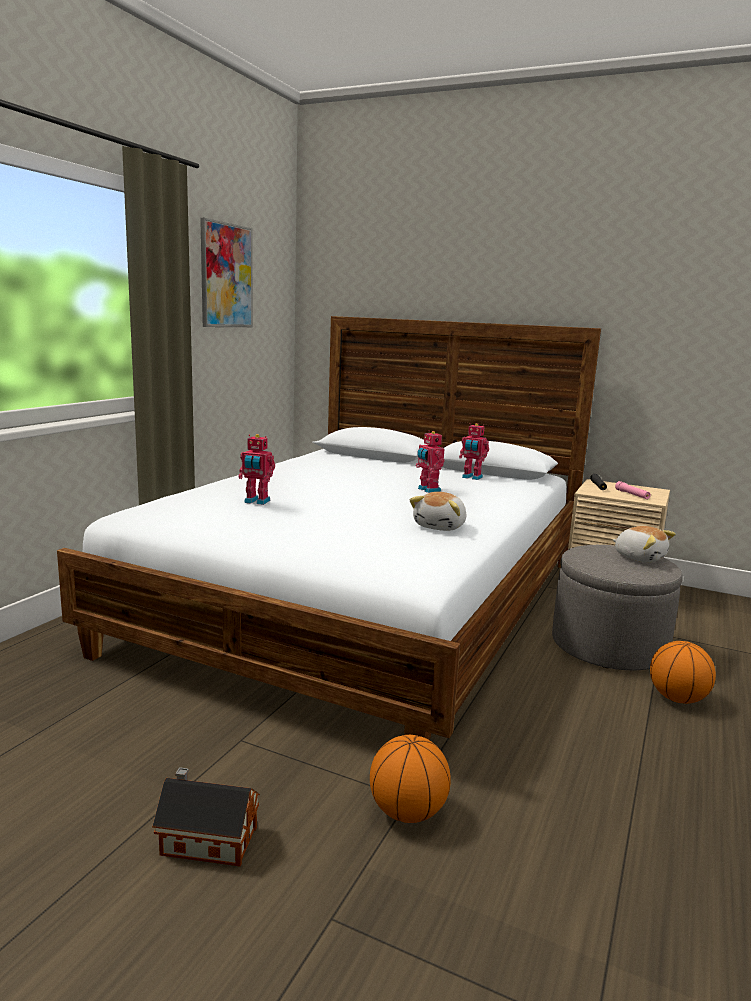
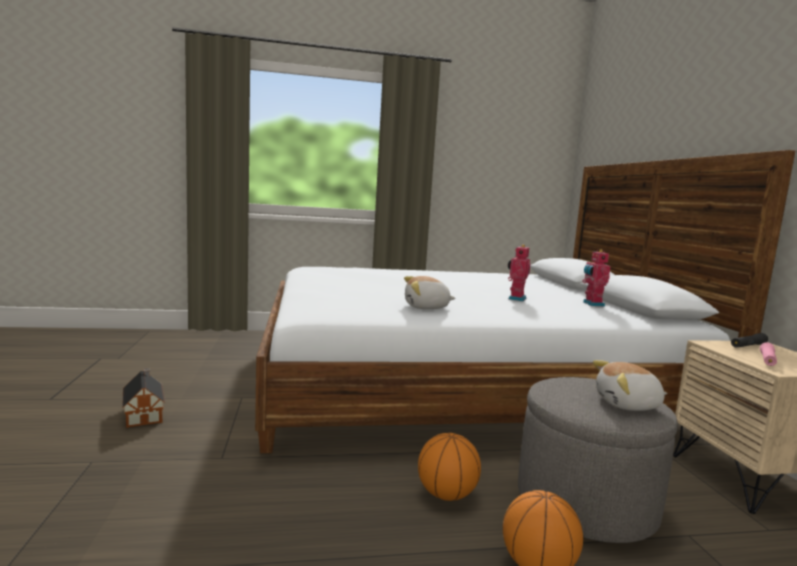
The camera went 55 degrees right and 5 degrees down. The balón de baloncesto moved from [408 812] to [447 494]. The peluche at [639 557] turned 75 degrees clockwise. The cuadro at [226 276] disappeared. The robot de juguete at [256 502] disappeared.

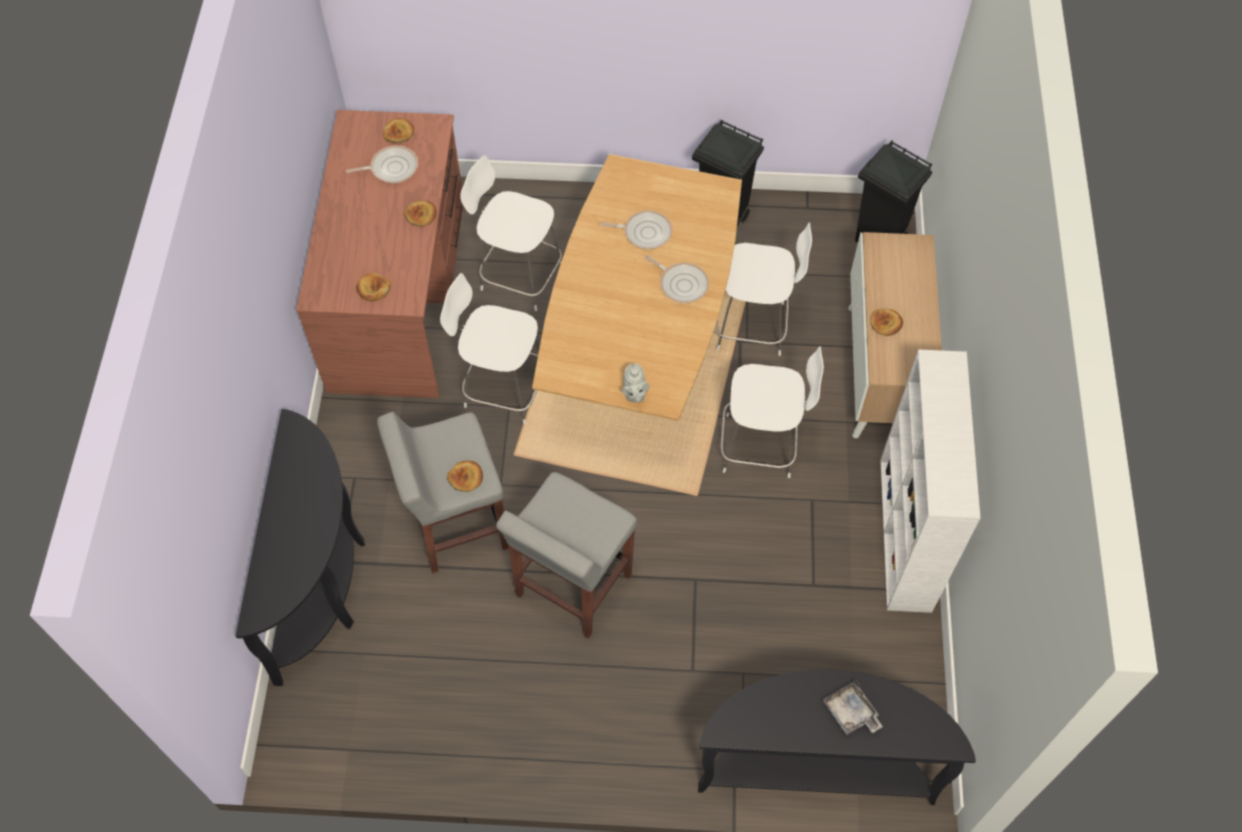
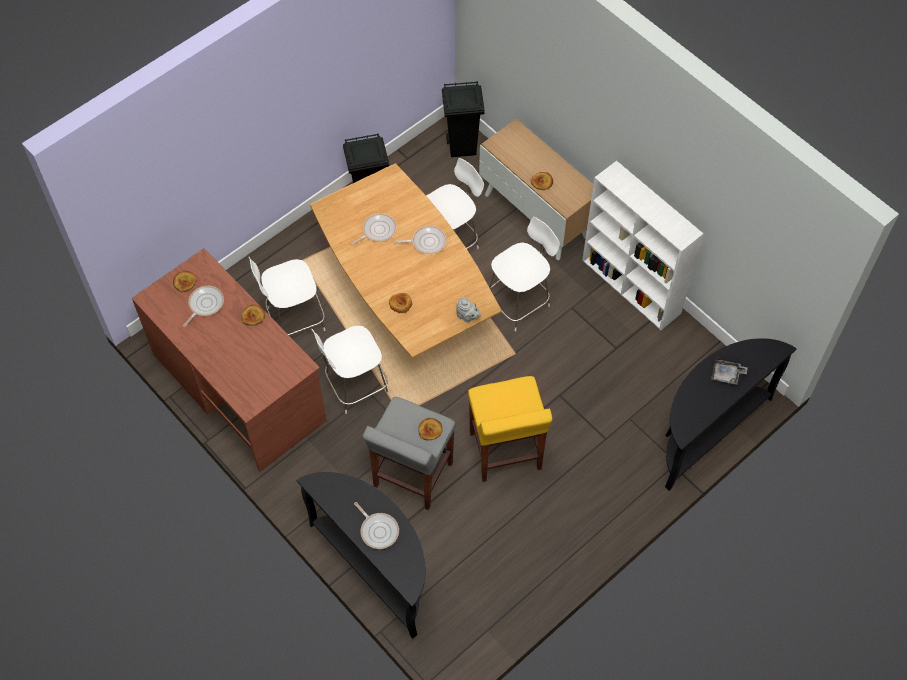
The camera went 45 degrees left and 0 degrees up. The sartén at [378 530] appeared. The pan moved from [373 289] to [400 304]. The taburete [gris] at [572 586] became the taburete [amarillo] at [505 452].

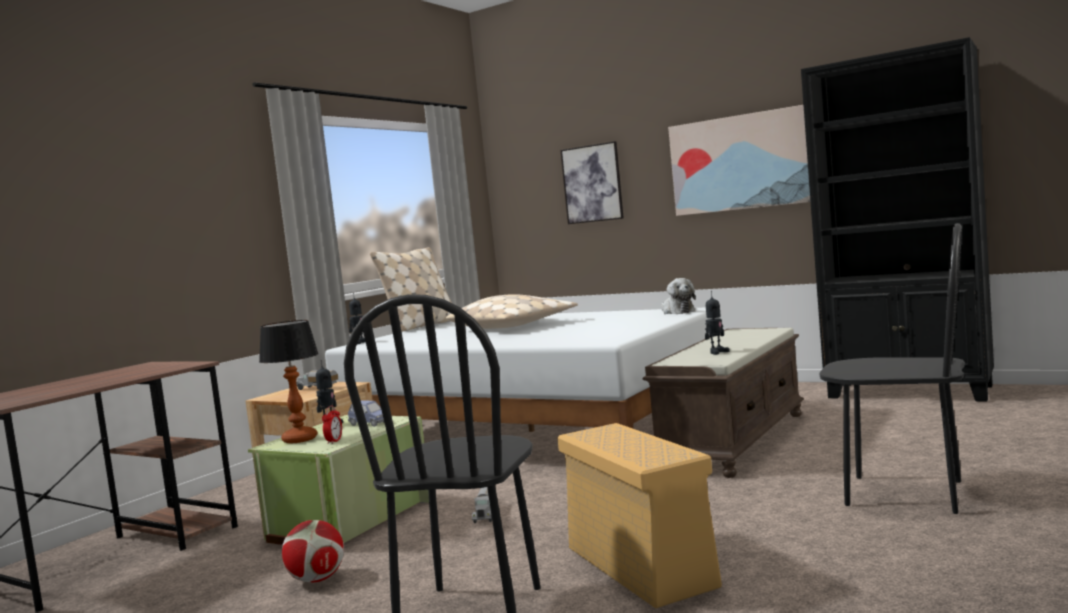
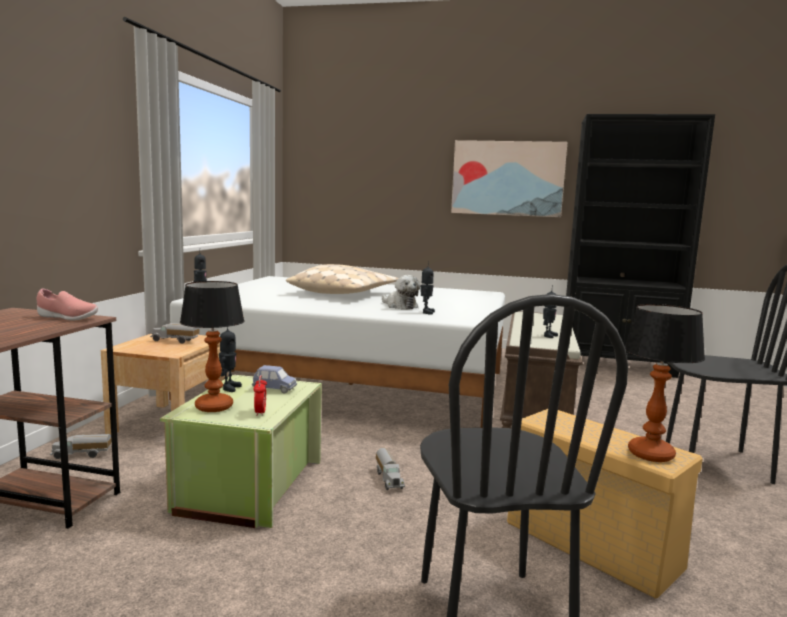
The camera went 20 degrees left and 5 degrees up. The zapato [rosa] at [67 318] appeared. The camión de juguete at [81 455] appeared. The peluche moved from [677 312] to [399 306]. The robot de juguete at [426 312] appeared. The lámpara de mesa at [650 454] appeared. The balón de fútbol at [317 579] disappeared. The cojín [beis] at [421 326] disappeared. The cuadro at [592 183] disappeared.

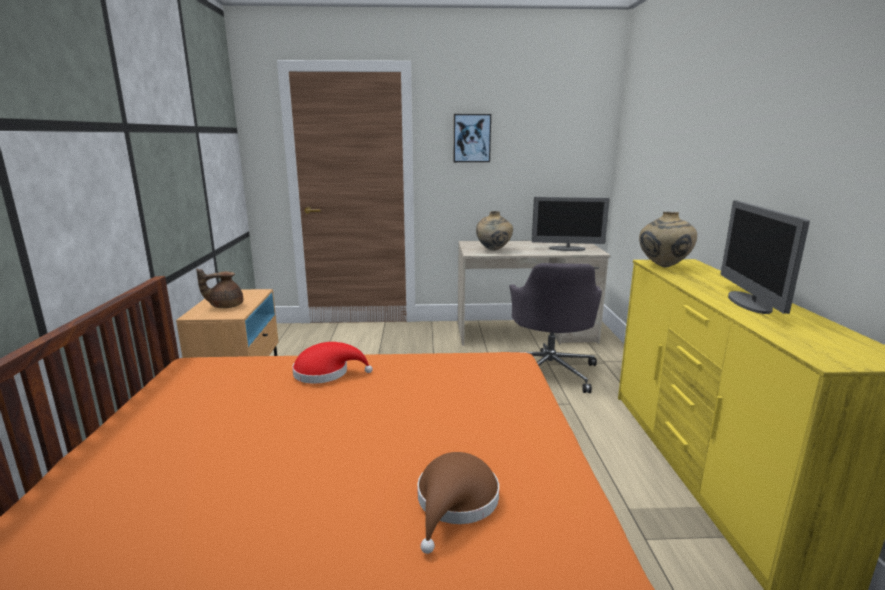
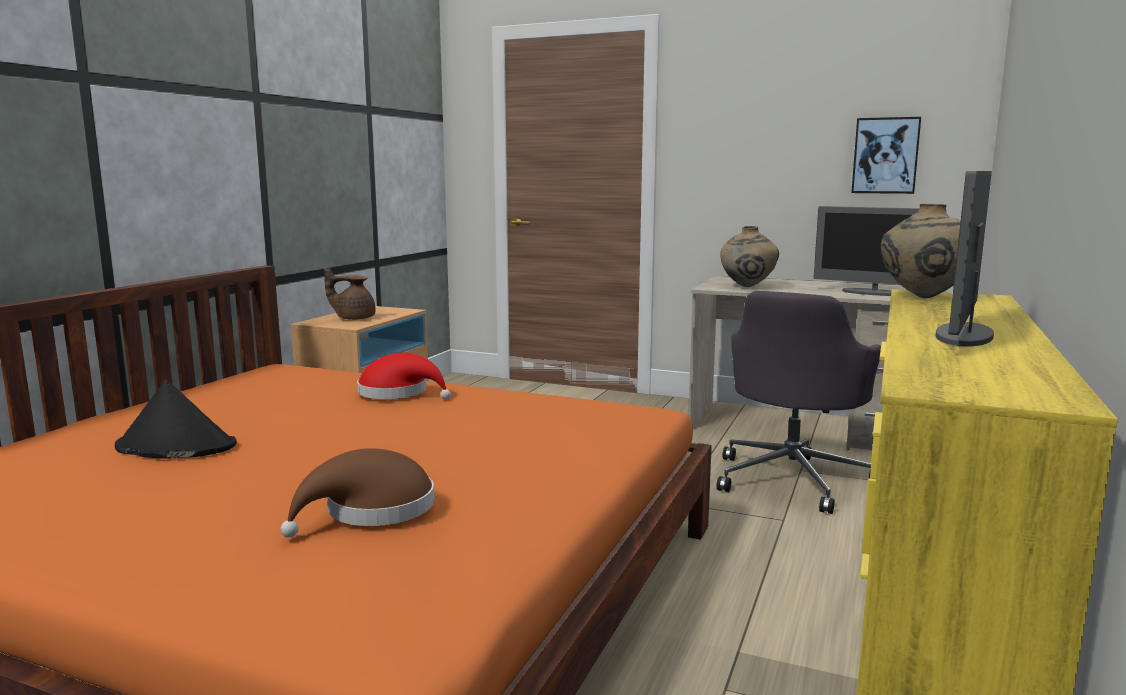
The camera went 25 degrees right and 5 degrees down. The sombrero [negro] at [175 446] appeared. The cuadro moved from [471 138] to [885 155].

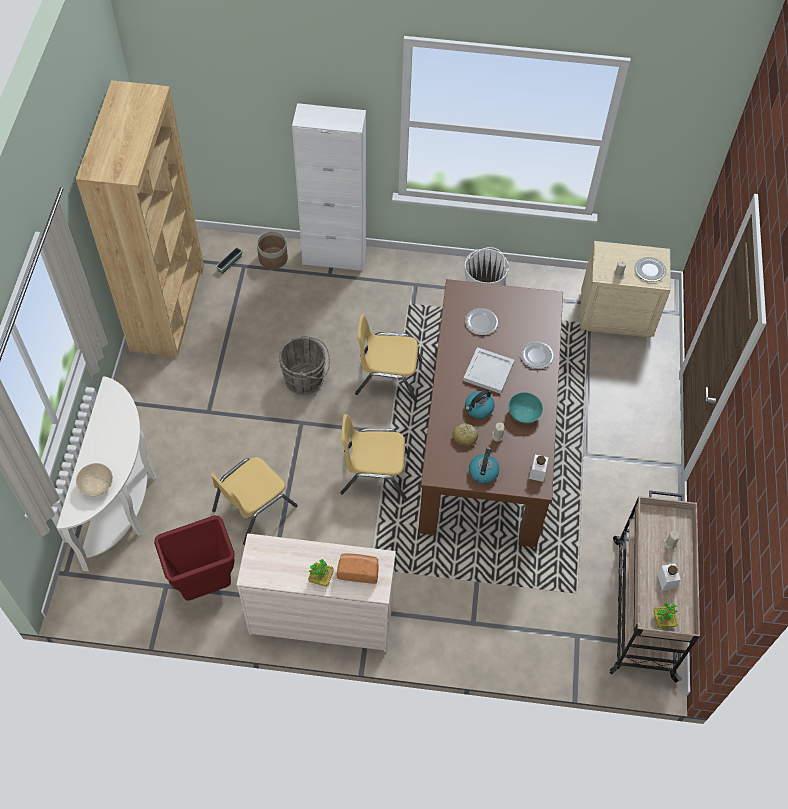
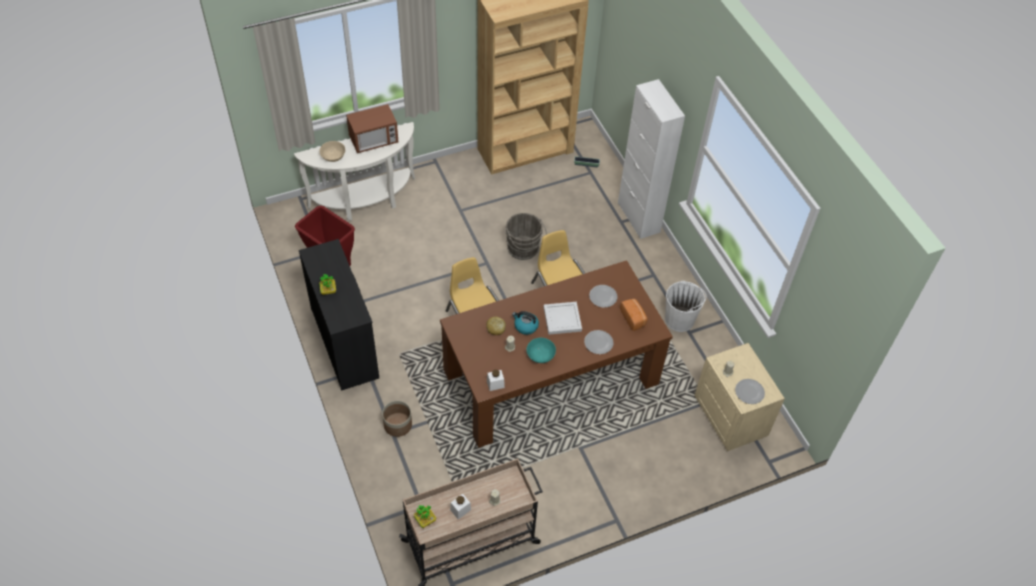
The camera went 60 degrees right and 5 degrees down. The cómoda [beis] at [321 618] became the cómoda [negro] at [345 343]. The microondas at [374 140] appeared. The maceta moved from [273 258] to [398 425]. The pan moved from [358 571] to [633 318]. The silla [amarillo] at [253 508] disappeared. The hervidor at [483 471] disappeared.

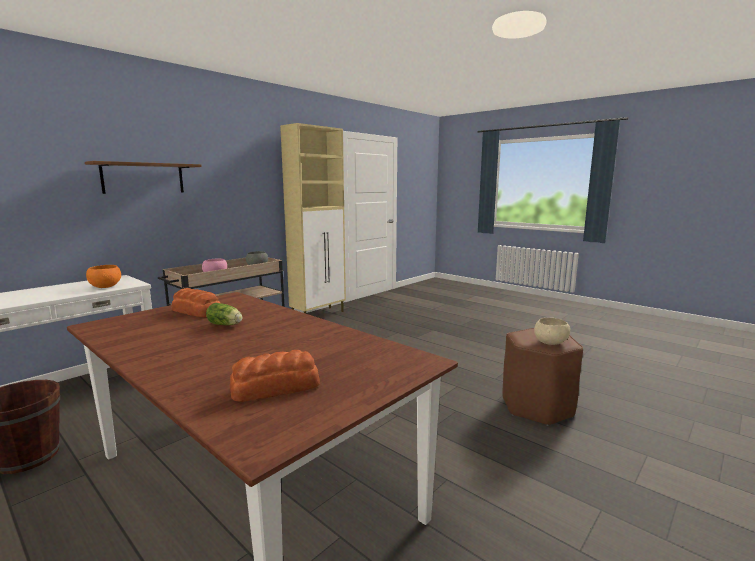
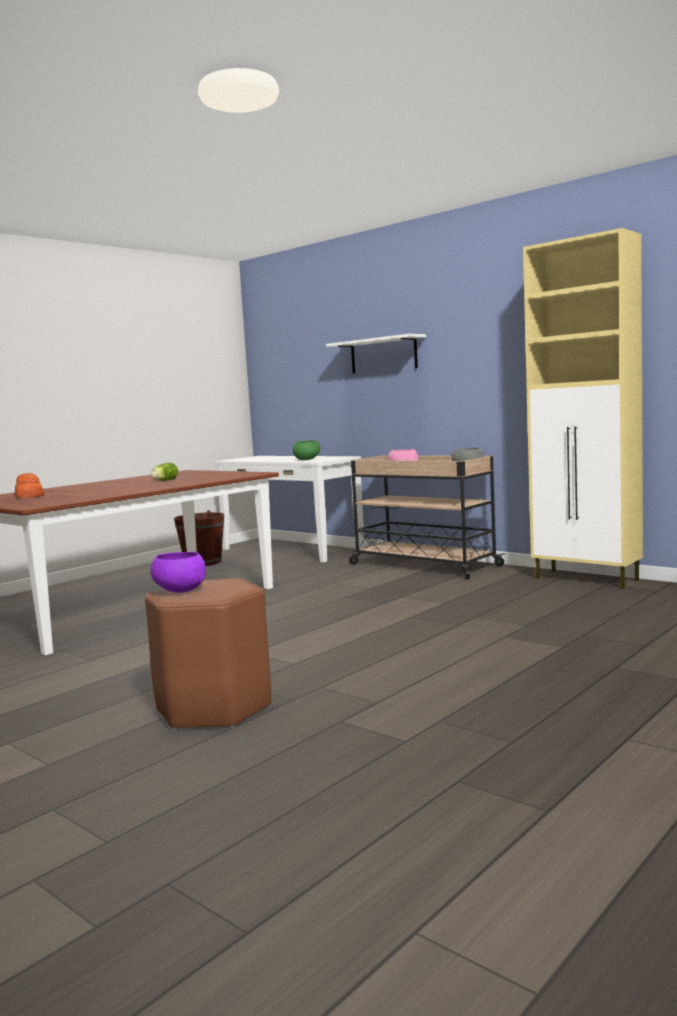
The camera went 90 degrees right and 5 degrees down. The cuenco [beis] at [551 343] became the cuenco [morado] at [179 591]. The cuenco [naranja] at [106 286] became the cuenco [verde] at [307 460]. The estante [marrón] at [143 178] became the estante [blanco] at [383 355]. The pan at [197 311] disappeared.

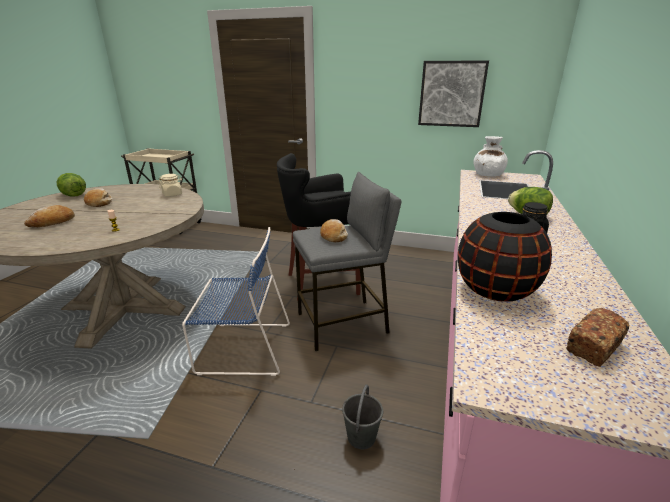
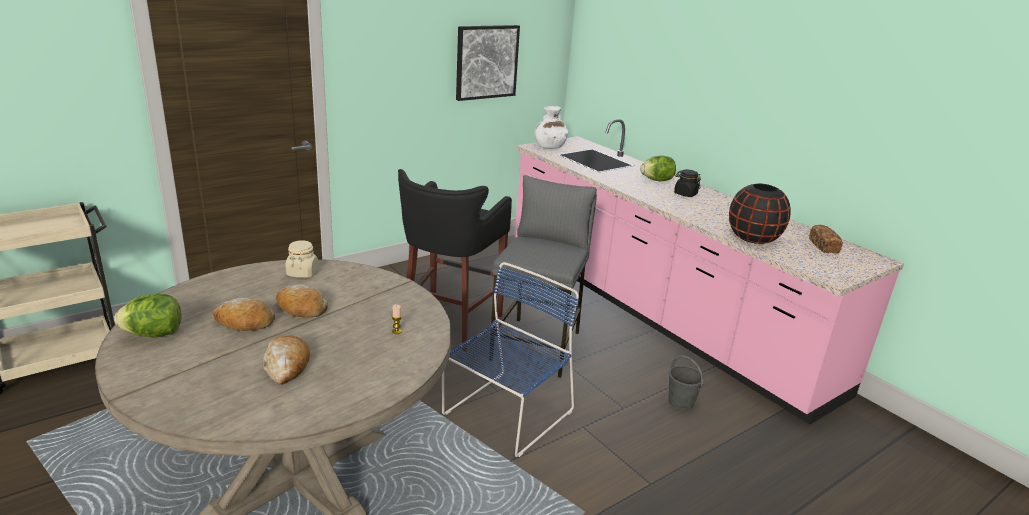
The camera went 55 degrees left and 0 degrees up. The pan moved from [333 236] to [301 308].

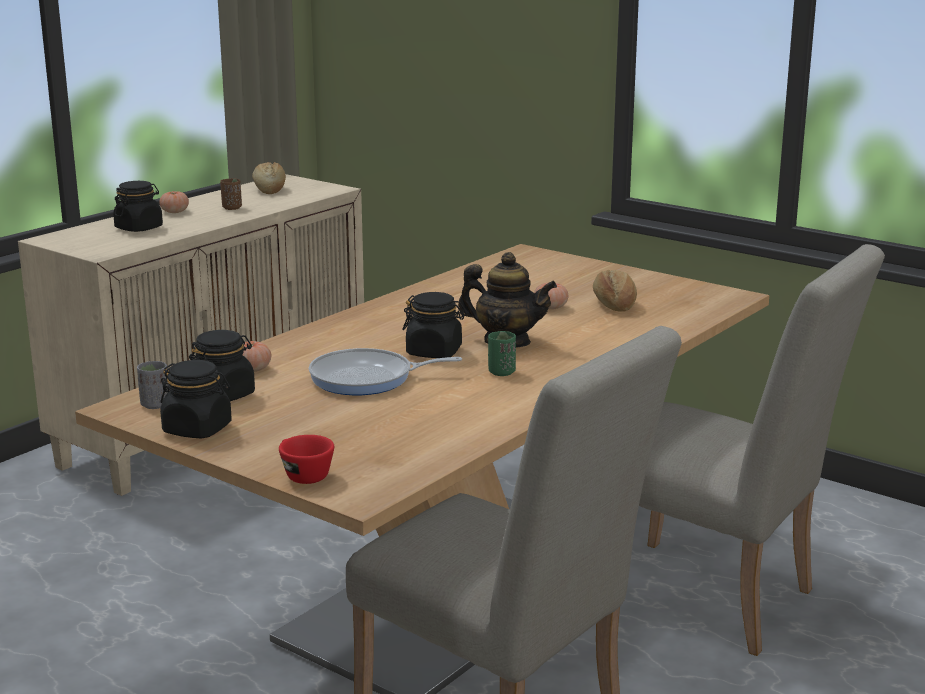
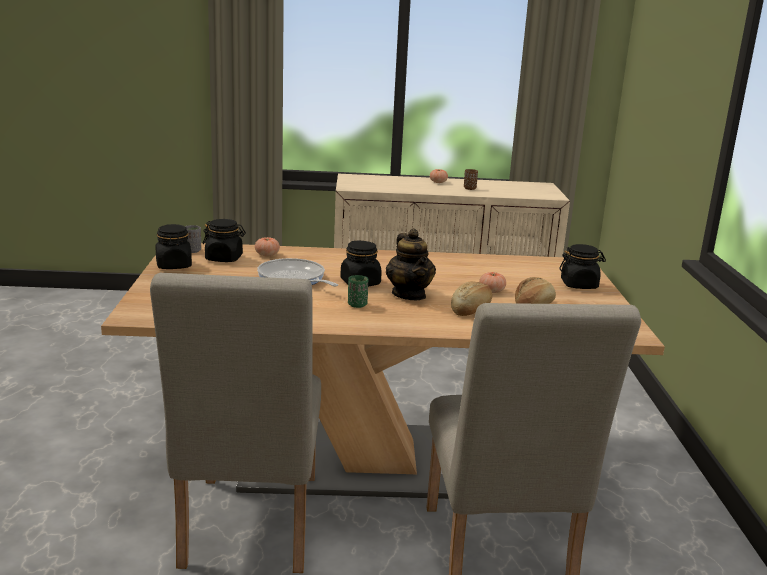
The camera went 50 degrees right and 0 degrees up. The pan moved from [269 189] to [471 310]. The tarro [negro] moved from [139 228] to [579 285]. The taza [rojo] at [302 475] disappeared.

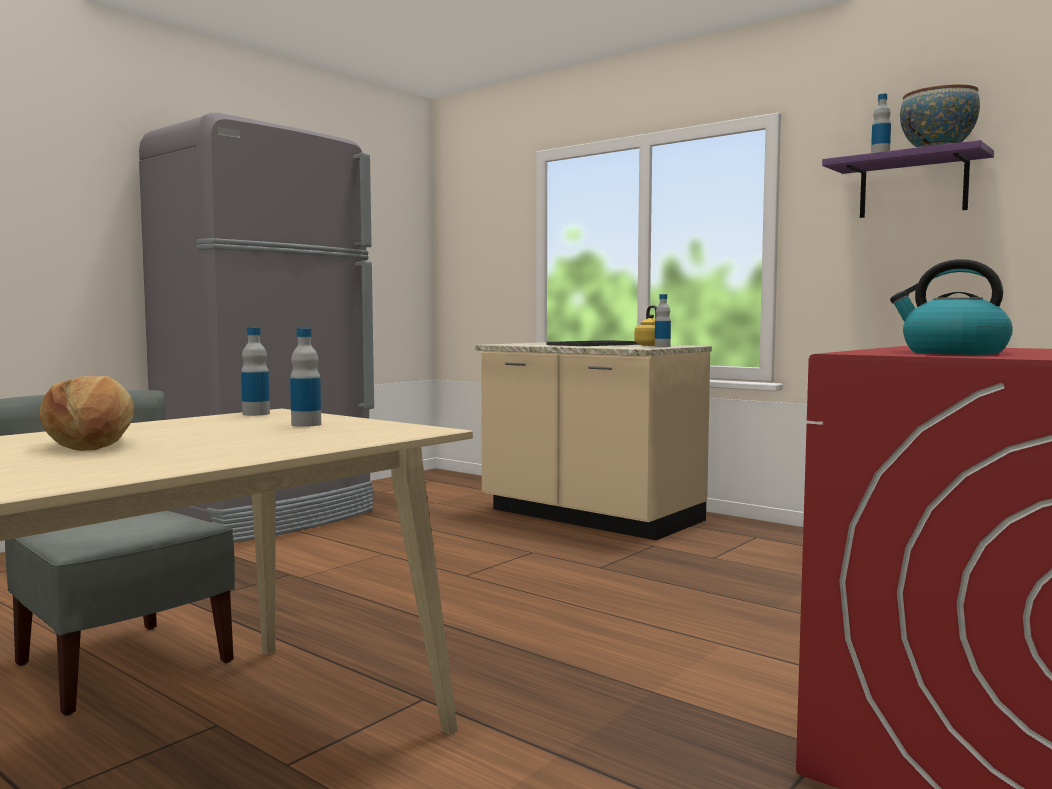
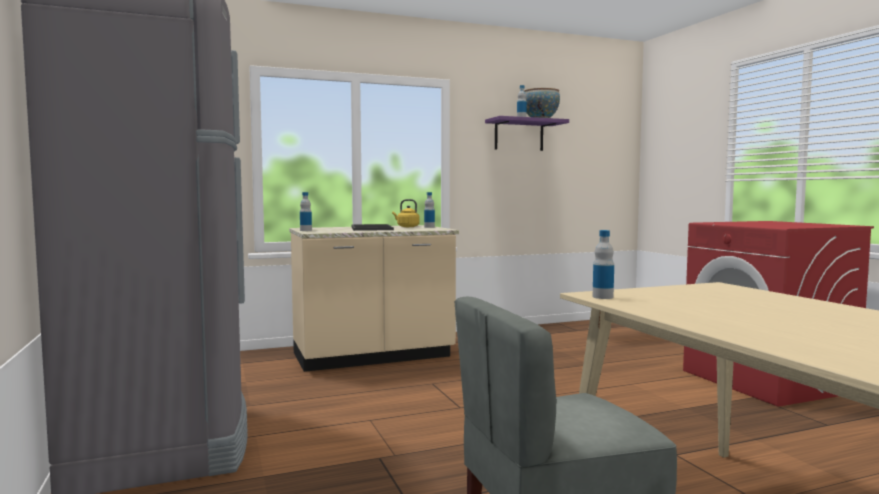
The camera went 60 degrees left and 0 degrees up. The botella moved from [306 424] to [306 230]. The pan at [93 444] disappeared. The hervidor at [952 353] disappeared.

